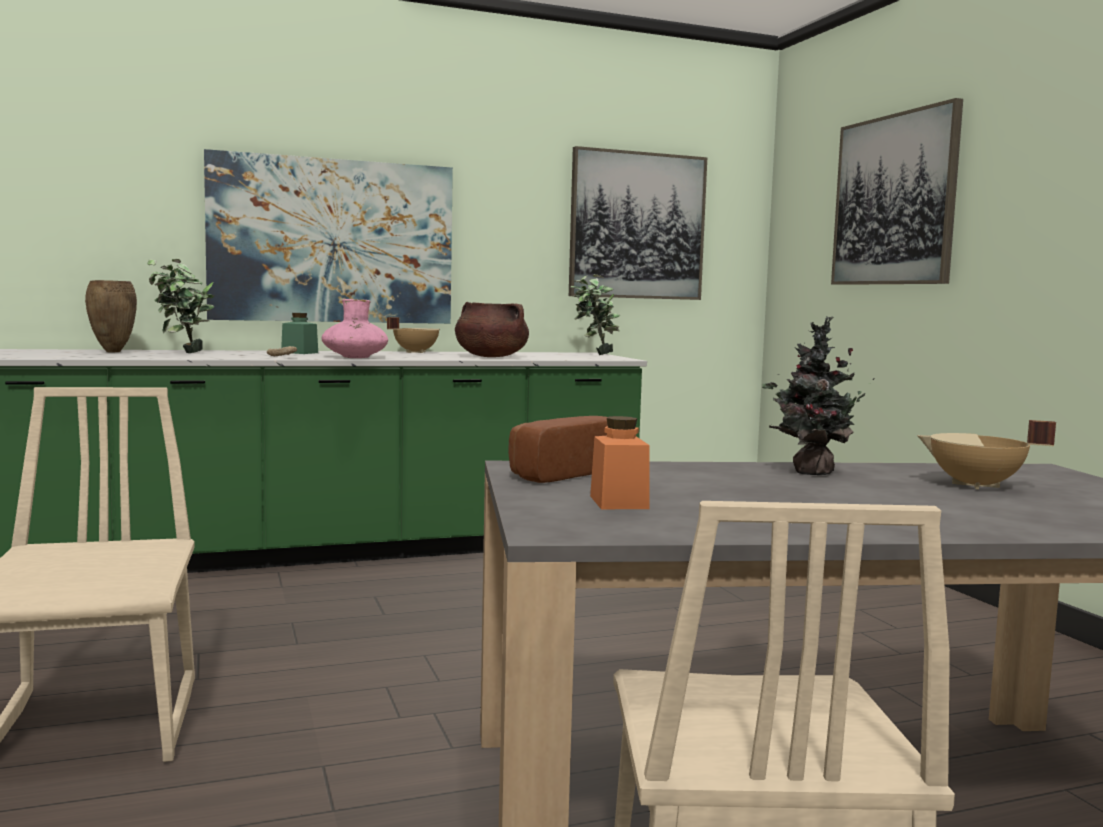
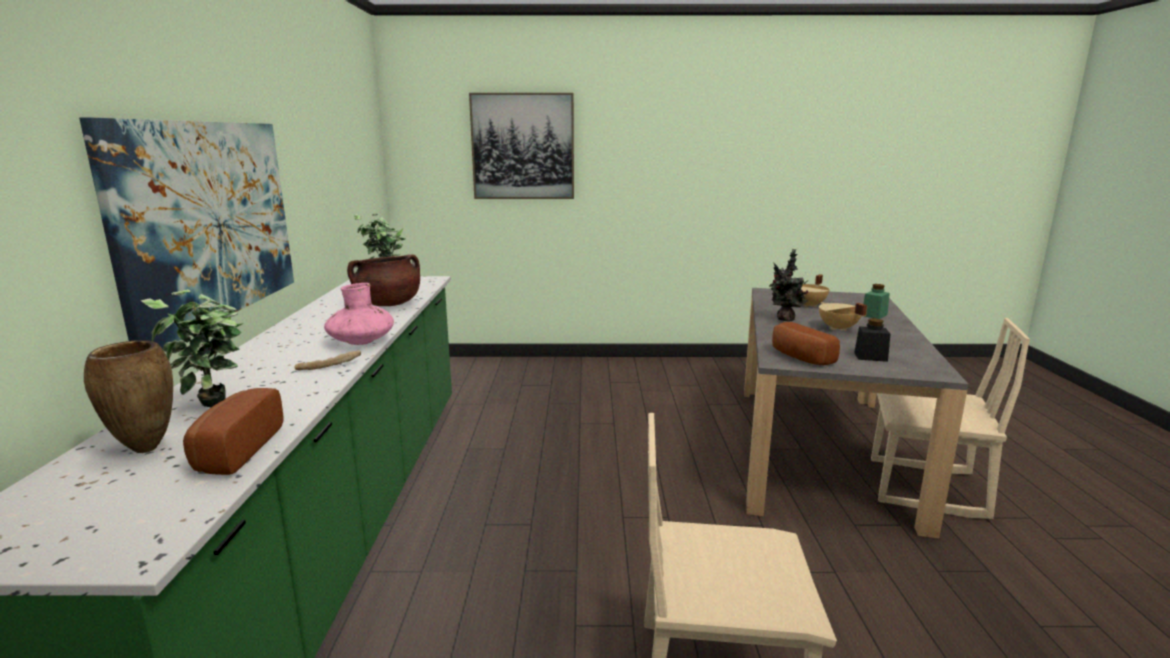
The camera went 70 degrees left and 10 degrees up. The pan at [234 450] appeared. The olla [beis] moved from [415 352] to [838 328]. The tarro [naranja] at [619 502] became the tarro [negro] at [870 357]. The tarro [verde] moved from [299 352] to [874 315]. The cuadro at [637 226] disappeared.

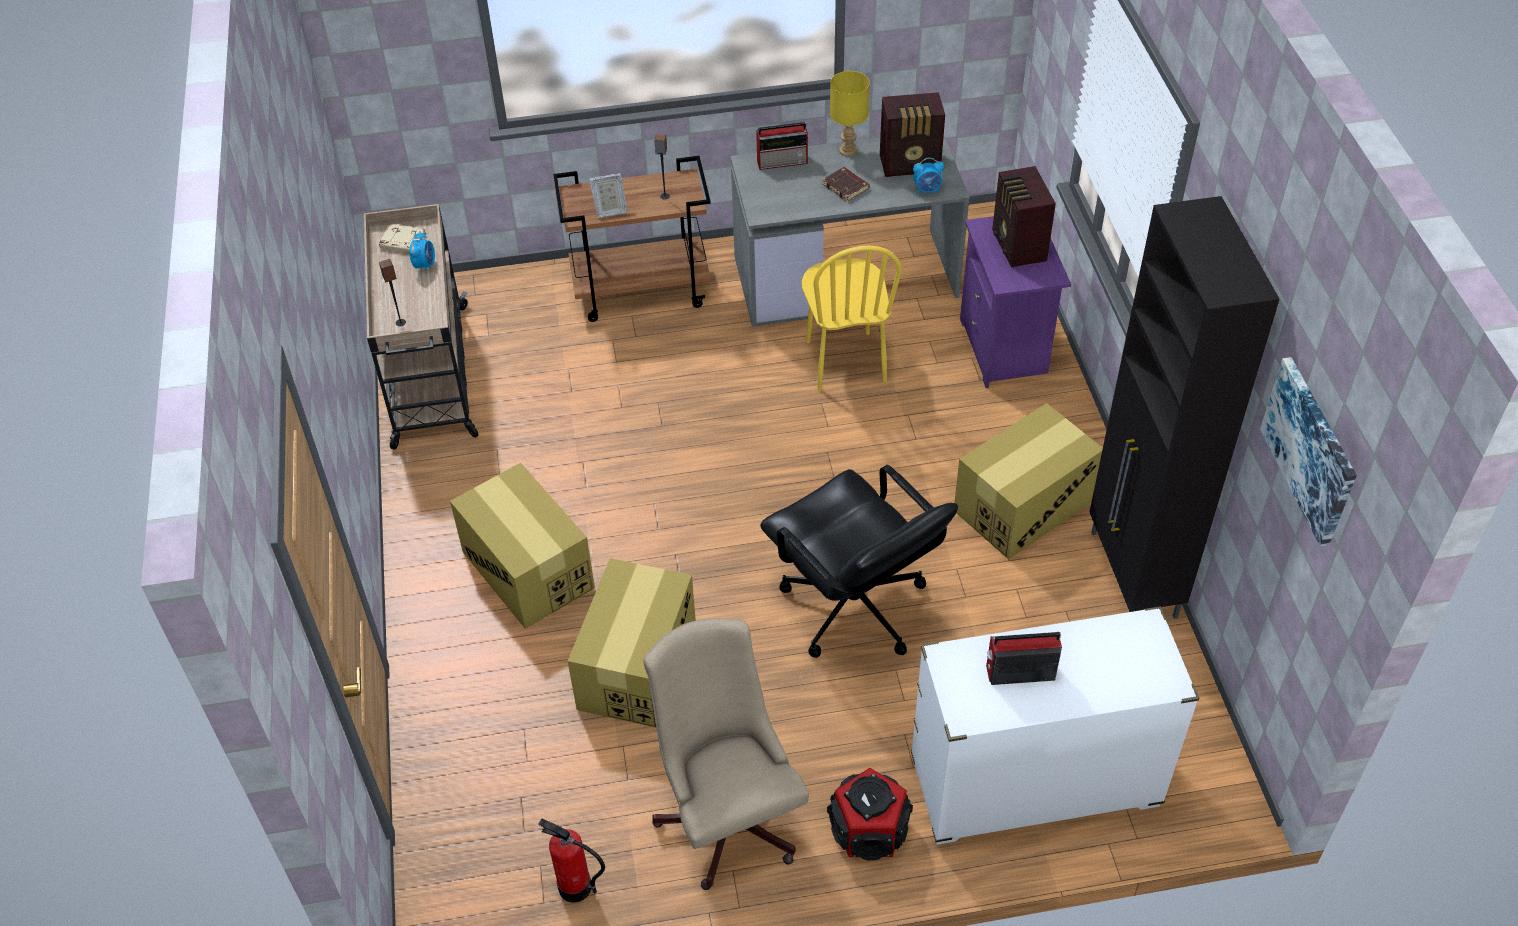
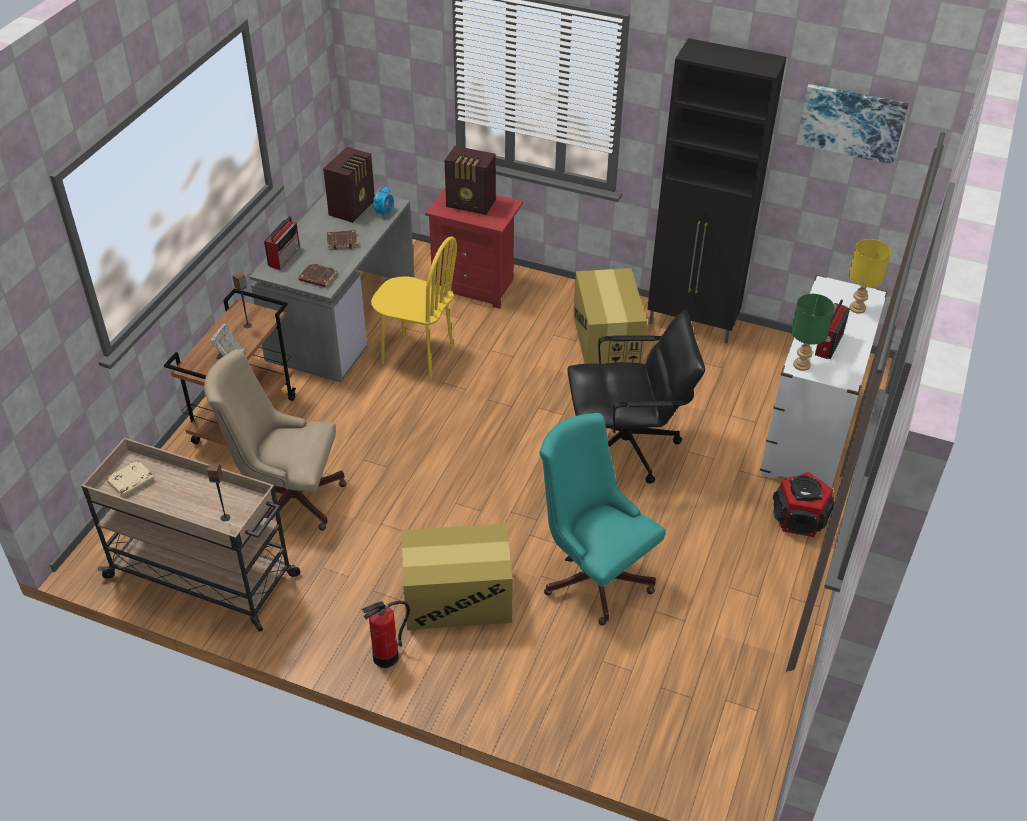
The camera went 60 degrees left and 5 degrees down. The silla de oficina [beis] moved from [727 813] to [287 497]. The libro [marrón] at [317 278] appeared. The extintor moved from [575 887] to [386 657]. The mesita de noche [morado] at [1005 348] became the mesita de noche [rojo] at [476 285]. The caja de cartón at [637 666] was replaced by the silla de oficina [turquesa] at [593 574]. The lámpara de mesa [verde] at [801 365] appeared. The lámpara de mesa [amarillo] moved from [848 150] to [857 308]. The despertador at [425 265] disappeared.

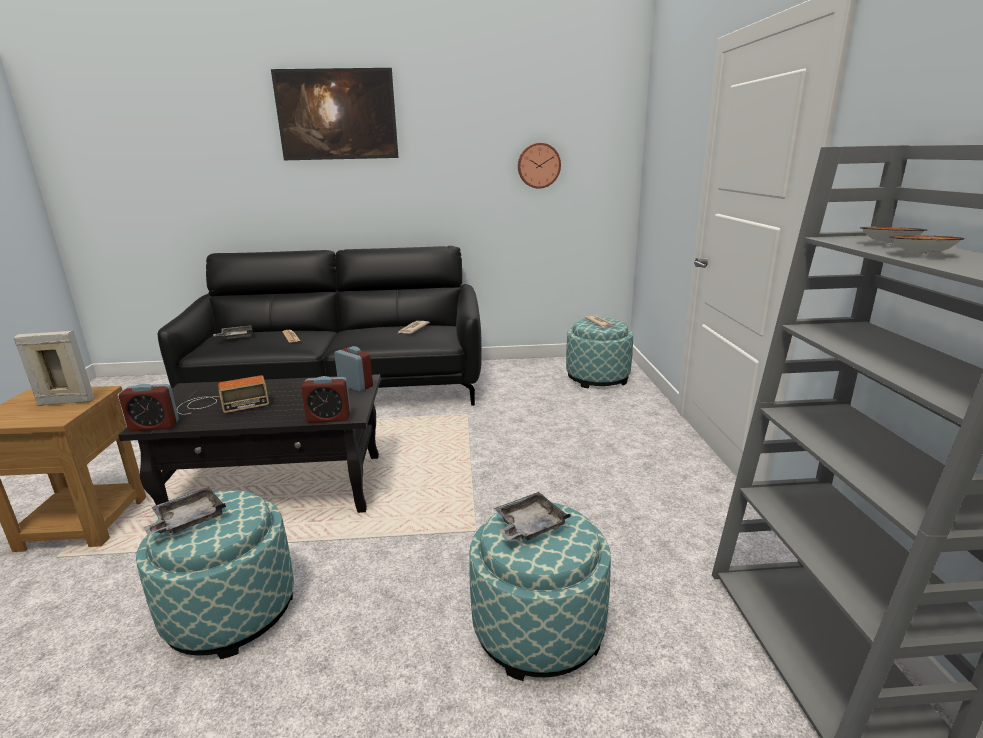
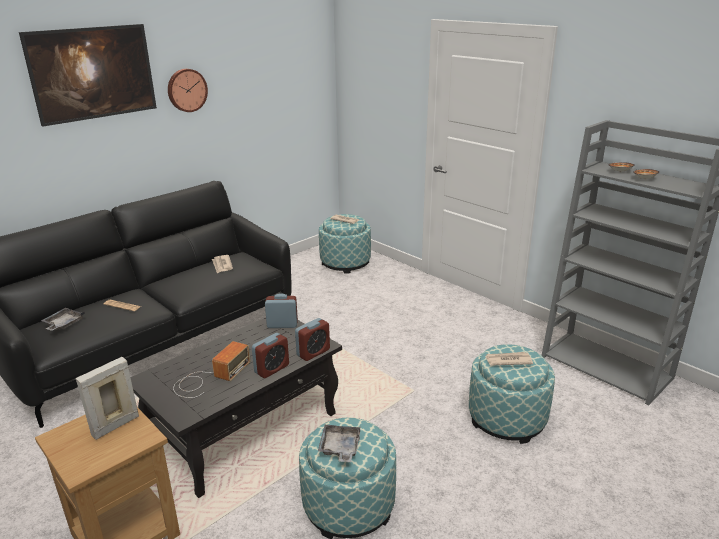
The camera went 40 degrees left and 5 degrees up. The reloj de pared moved from [538 165] to [186 90]. The despertador moved from [154 426] to [272 369]. The bandeja [gris] at [529 526] was replaced by the periódico at [507 360].

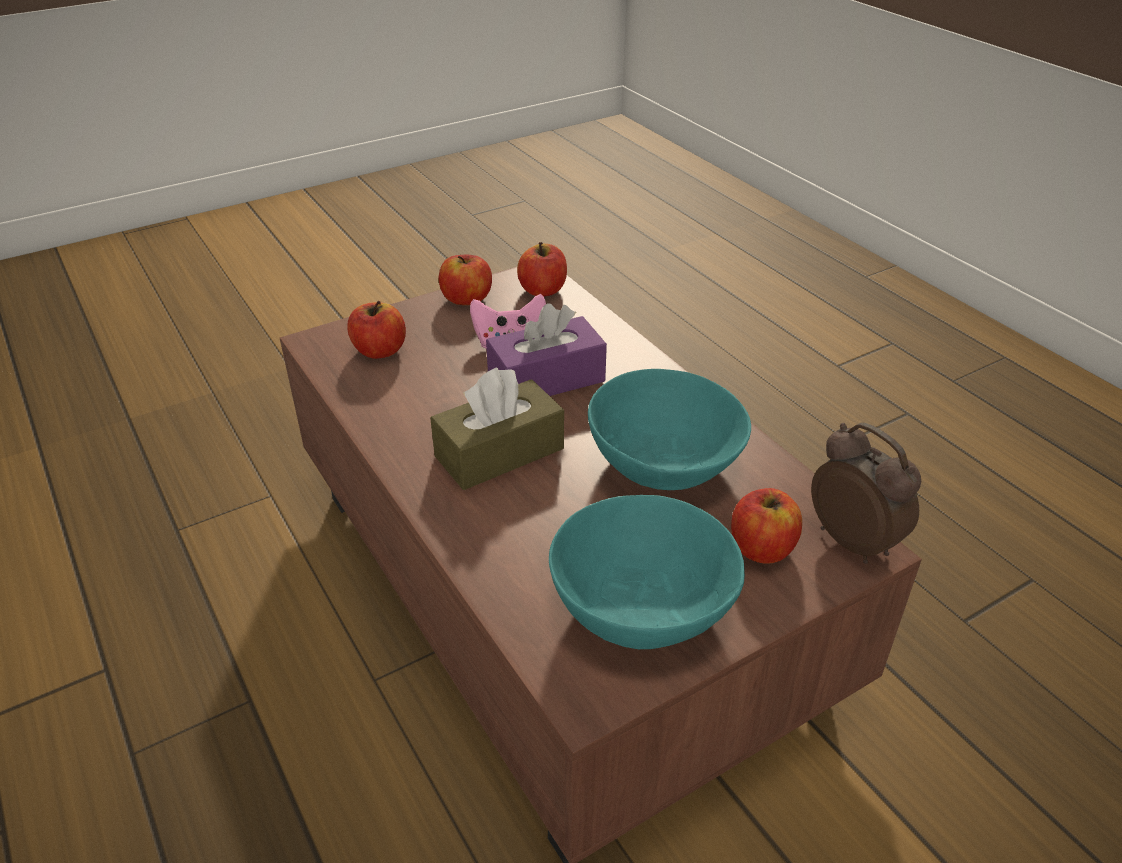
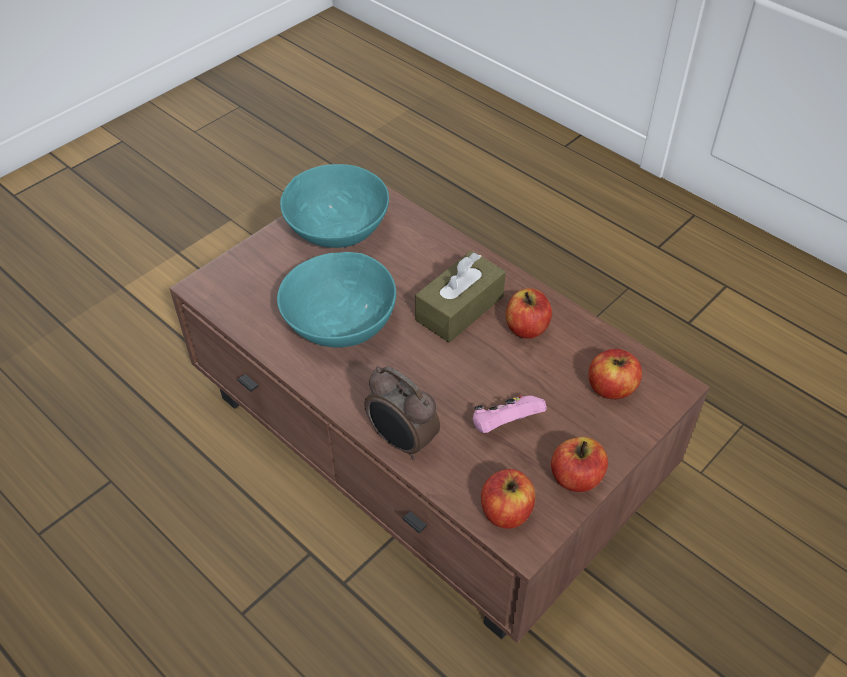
The camera went 165 degrees right and 10 degrees up. The despertador moved from [853 540] to [401 441]. The manzana moved from [761 548] to [527 328]. The caja de pañuelos [morado] at [546 379] disappeared.

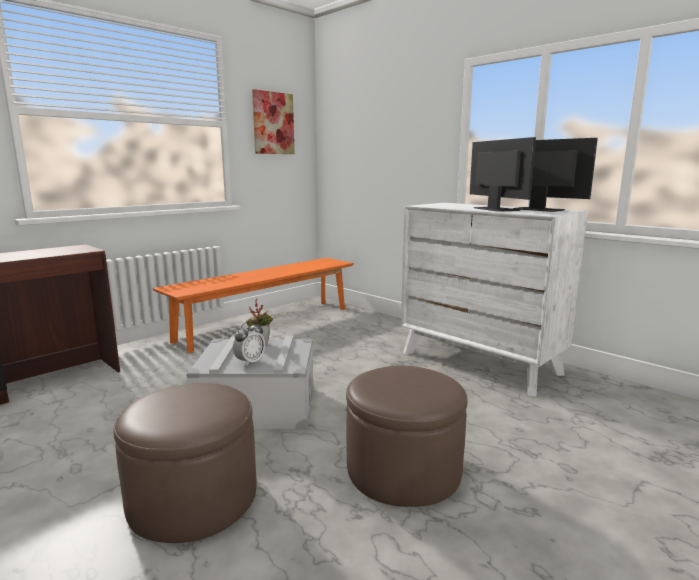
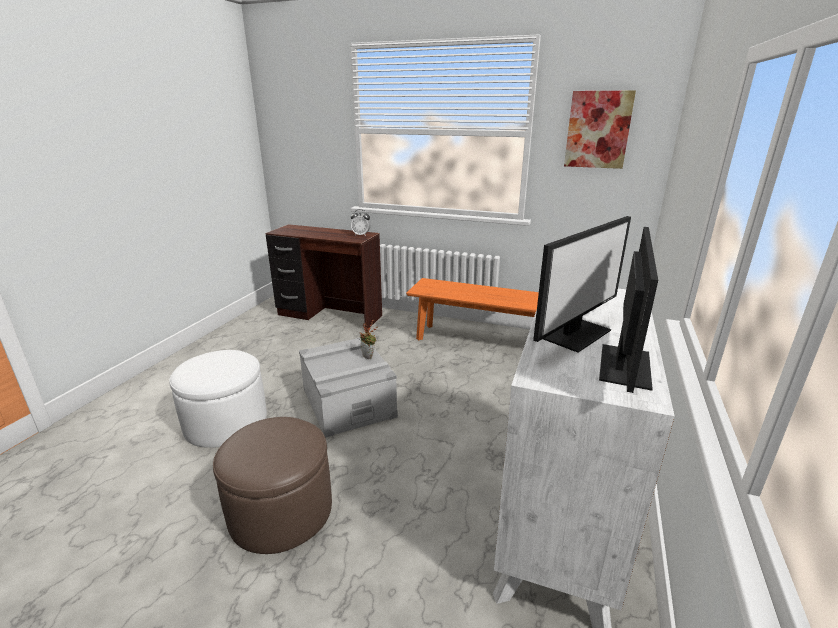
The camera went 65 degrees right and 10 degrees up. The puf [marrón] at [193 498] became the puf [blanco] at [226 422]. The despertador moved from [250 362] to [361 235].

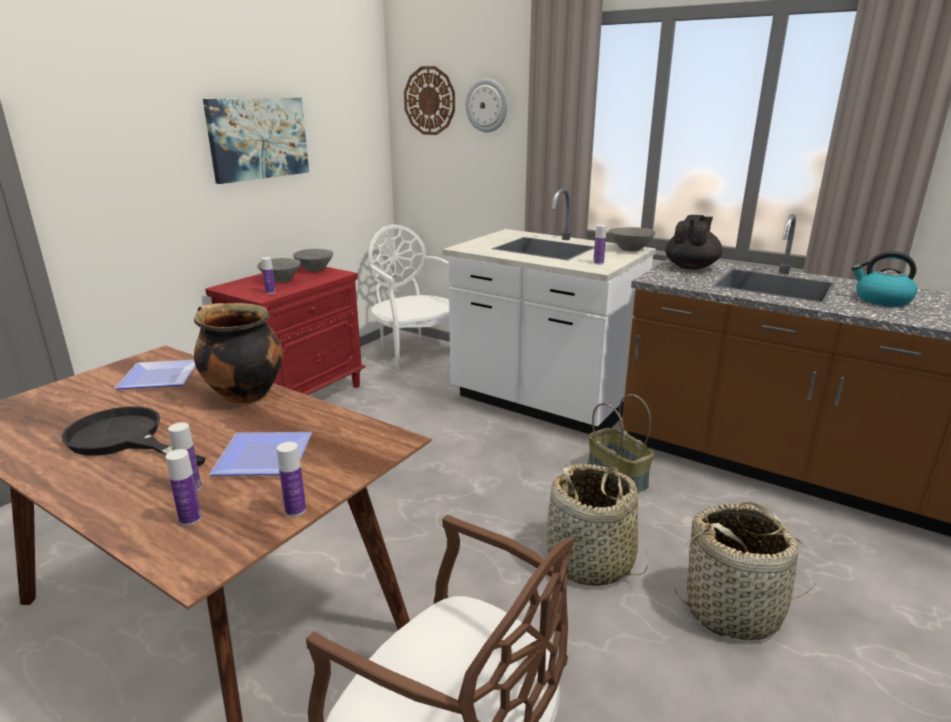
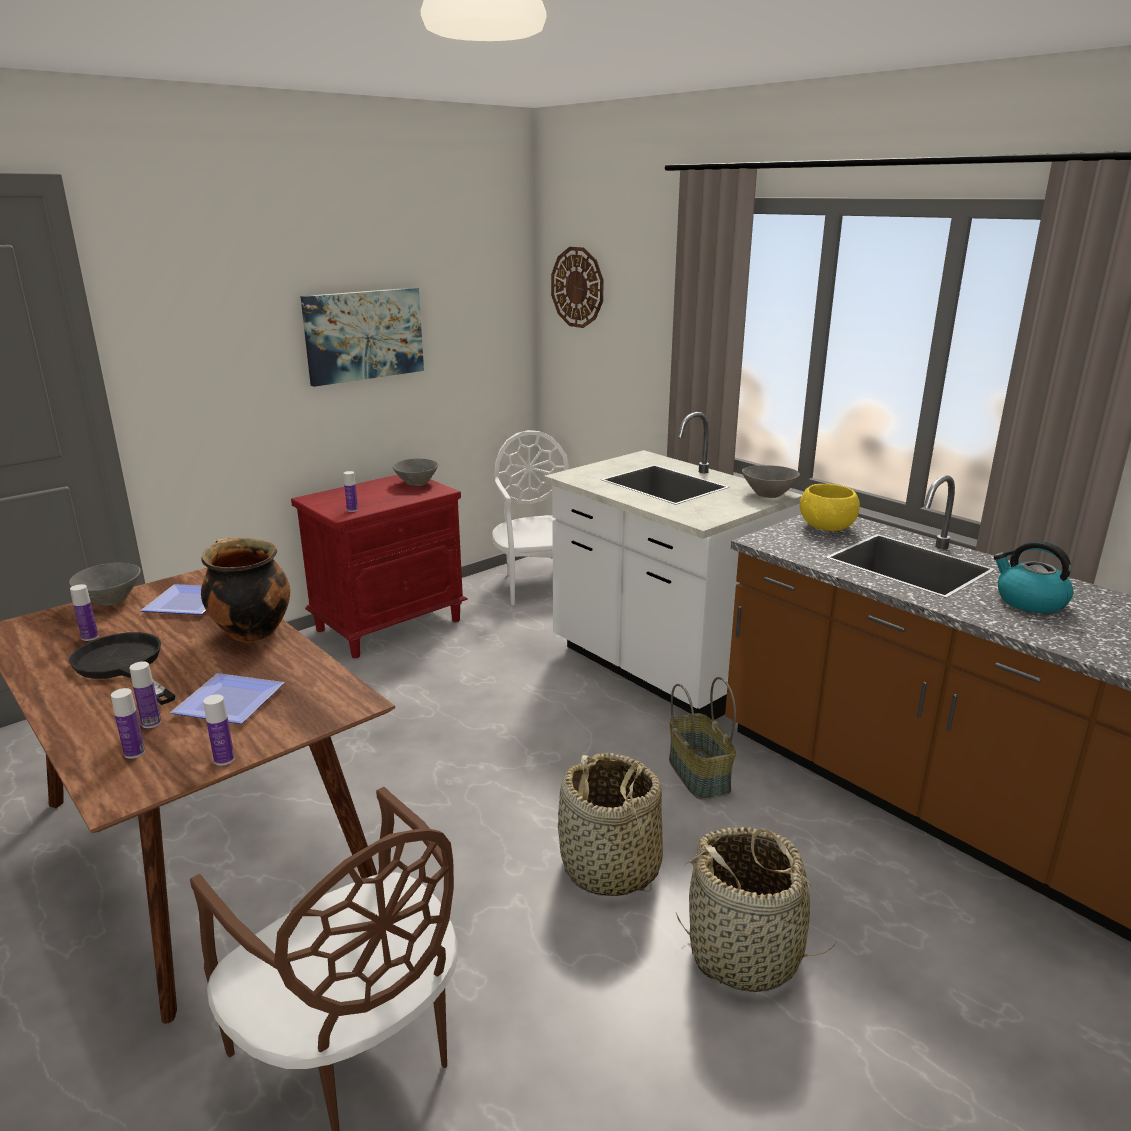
The camera went 15 degrees right and 0 degrees up. The cuenco [gris] moved from [281 281] to [110 601]. The botella moved from [598 263] to [90 637]. The tetera [negro] at [691 267] was replaced by the cuenco [amarillo] at [826 527]. The reloj de pared at [487 105] disappeared.

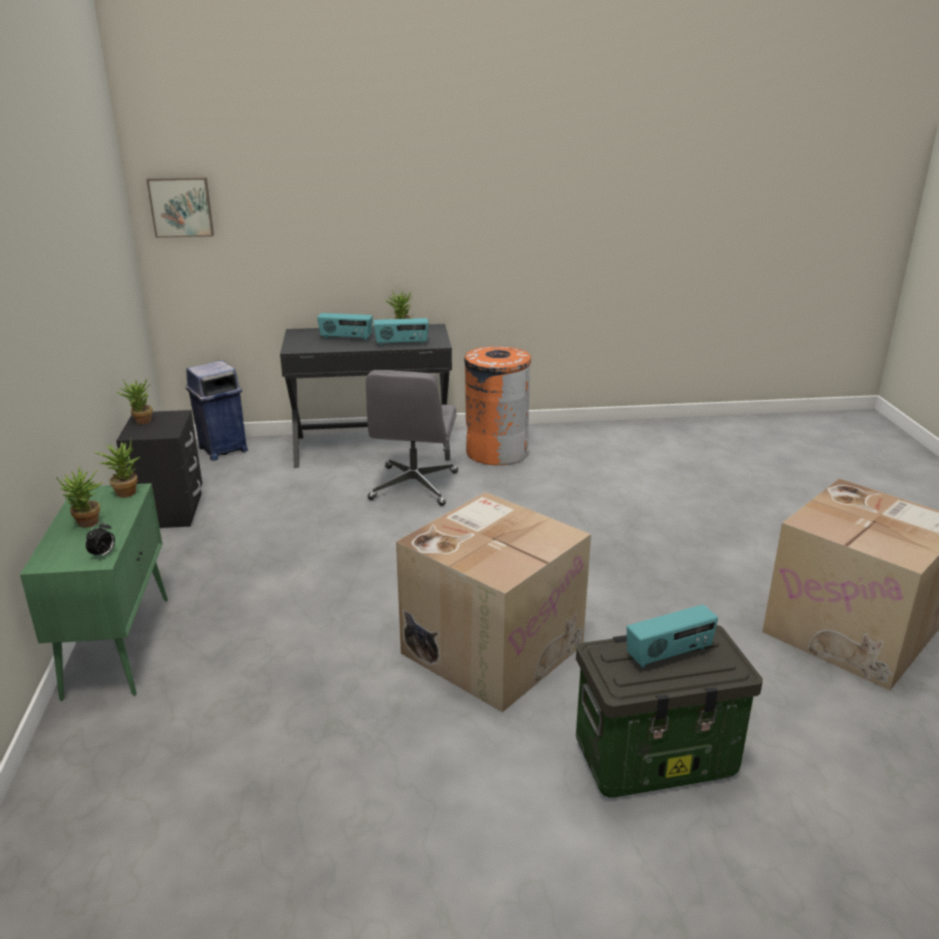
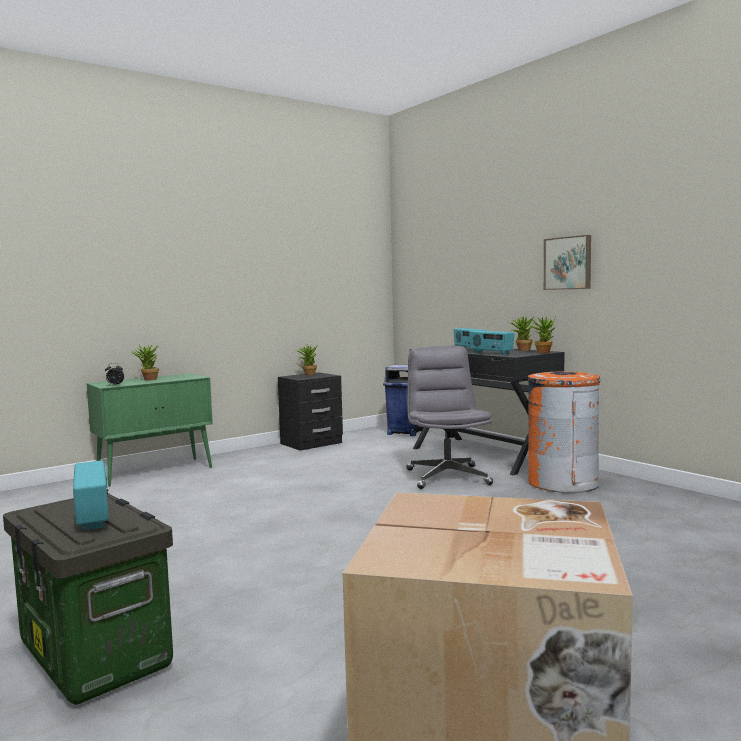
The camera went 60 degrees right and 20 degrees down. The radio at [669 654] turned 150 degrees counterclockwise. The silla de oficina [gris] at [414 486] turned 105 degrees clockwise. The planta en maceta moved from [124 491] to [543 352]. The cuadro moved from [181 207] to [568 263]. The caja de cartón at [492 647] disappeared.

